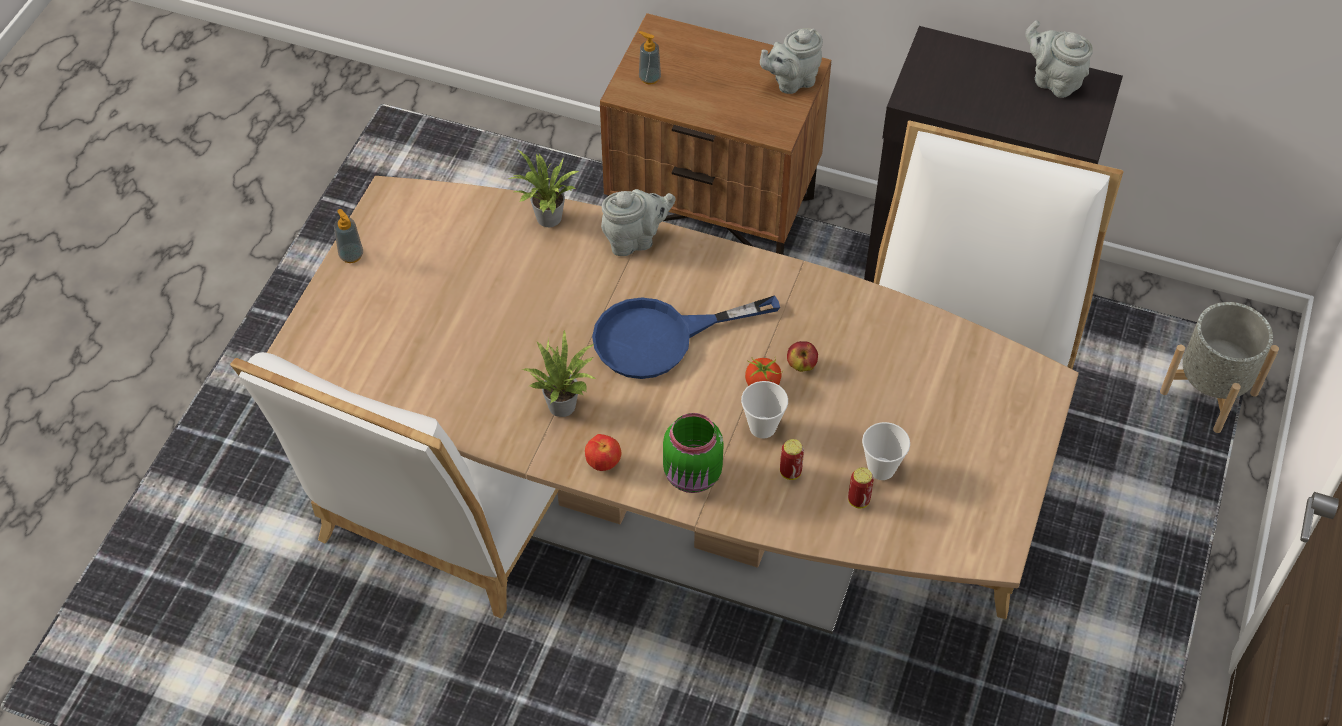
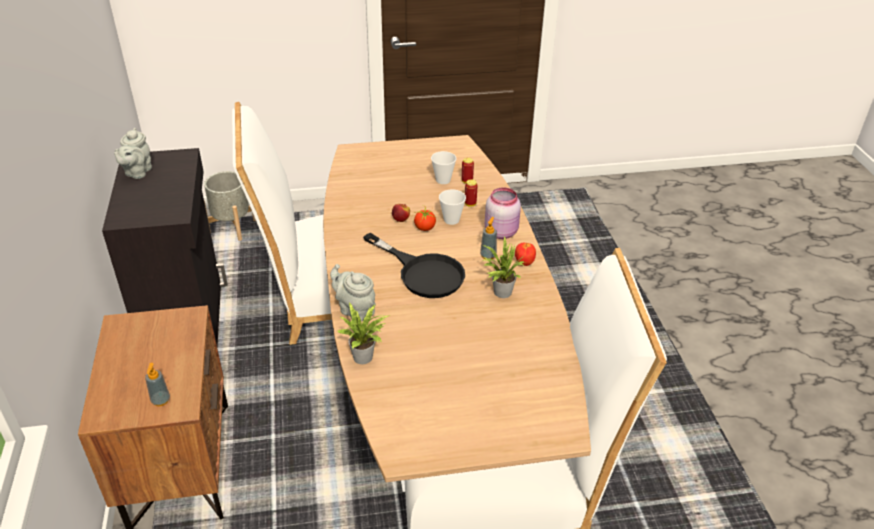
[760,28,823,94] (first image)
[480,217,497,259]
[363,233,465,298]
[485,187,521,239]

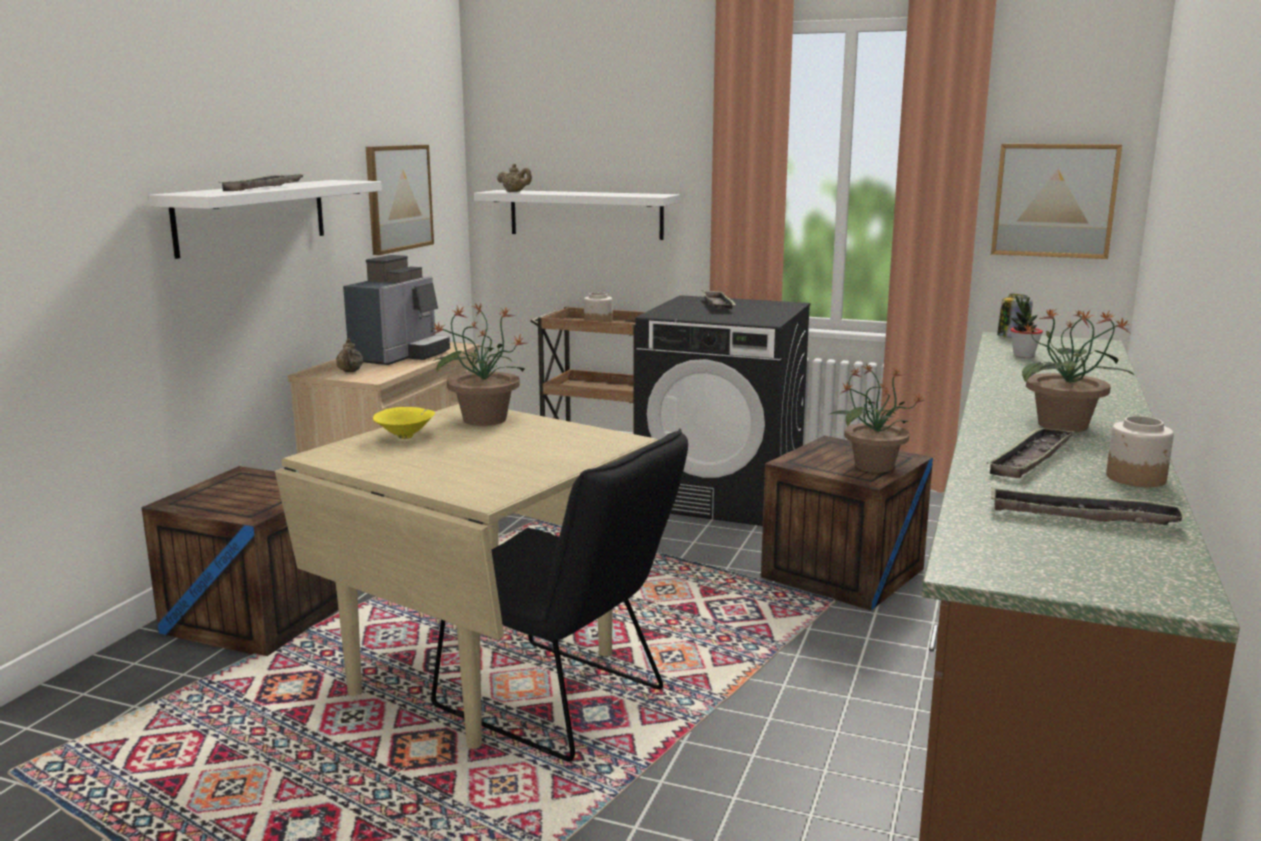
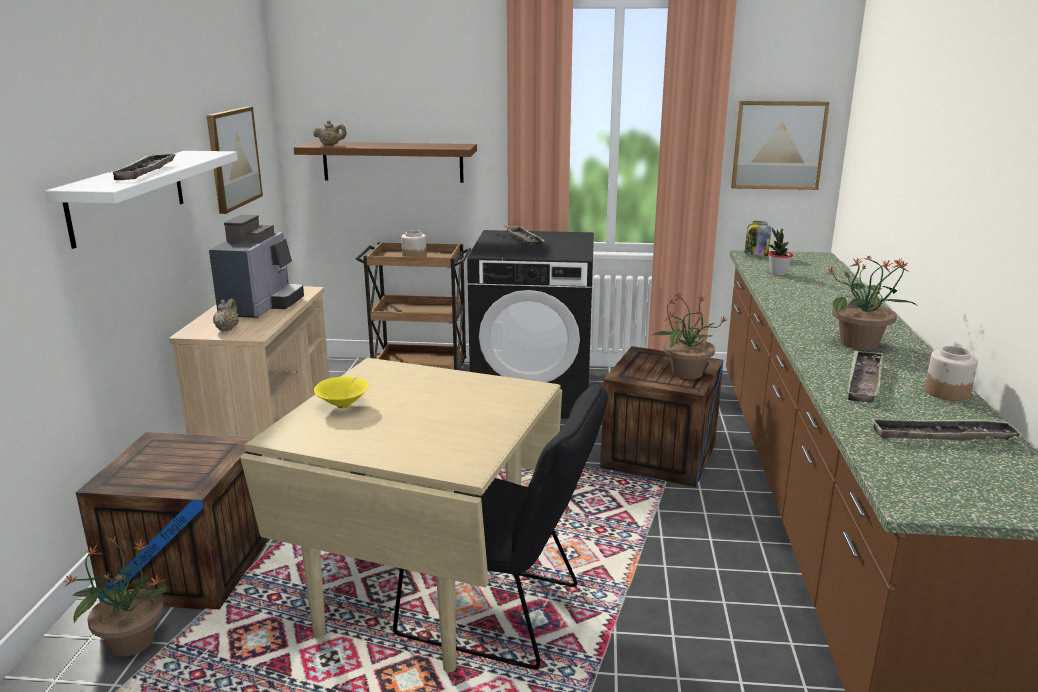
[294,142,477,183]
[64,536,168,656]
[213,298,239,332]

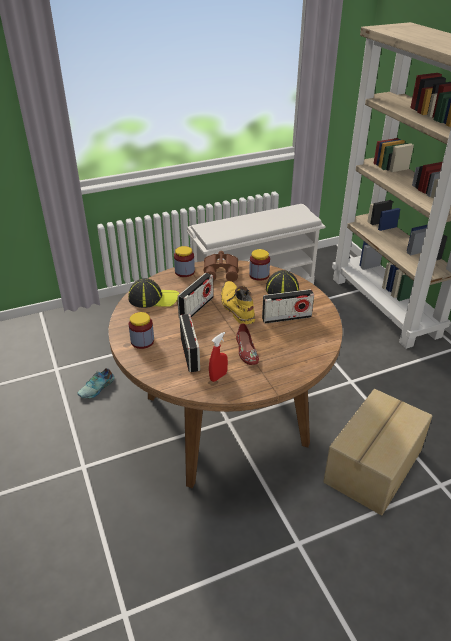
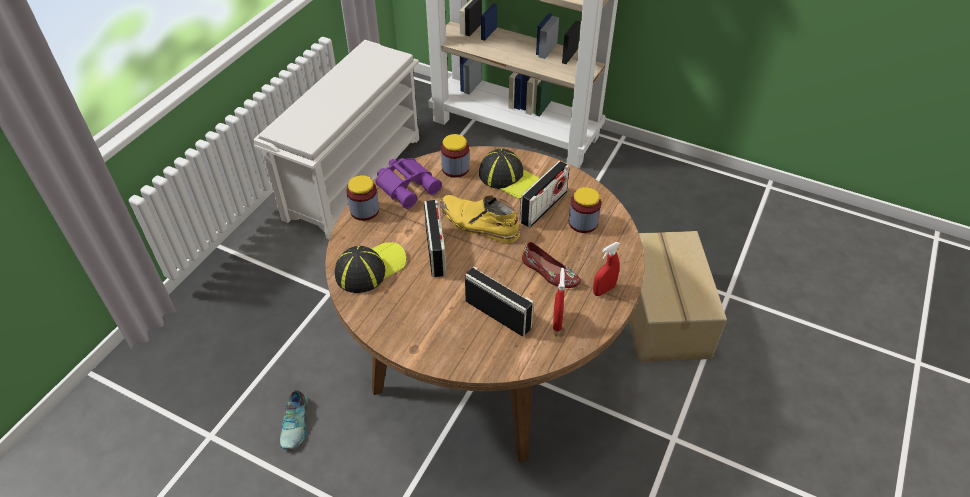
[375,158,442,209]
[569,187,601,233]
[593,242,620,296]

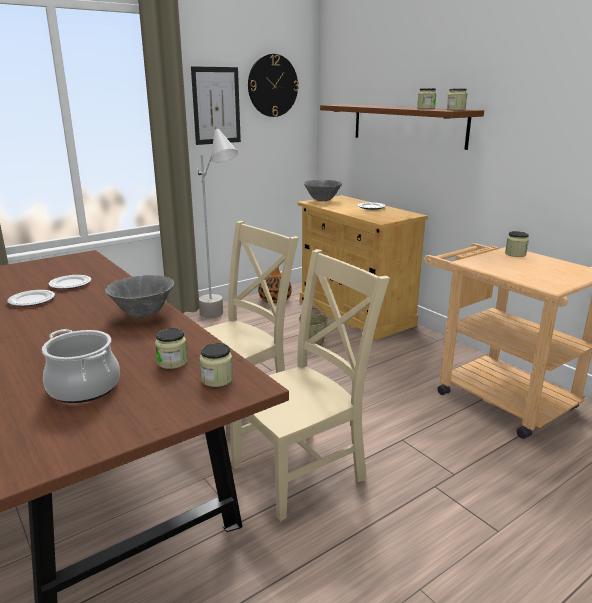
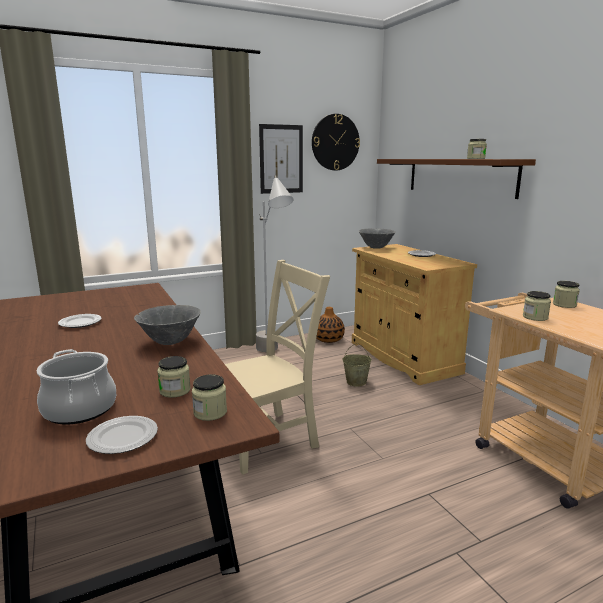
[523,291,551,321]
[230,249,390,521] (first image)
[86,416,158,454]

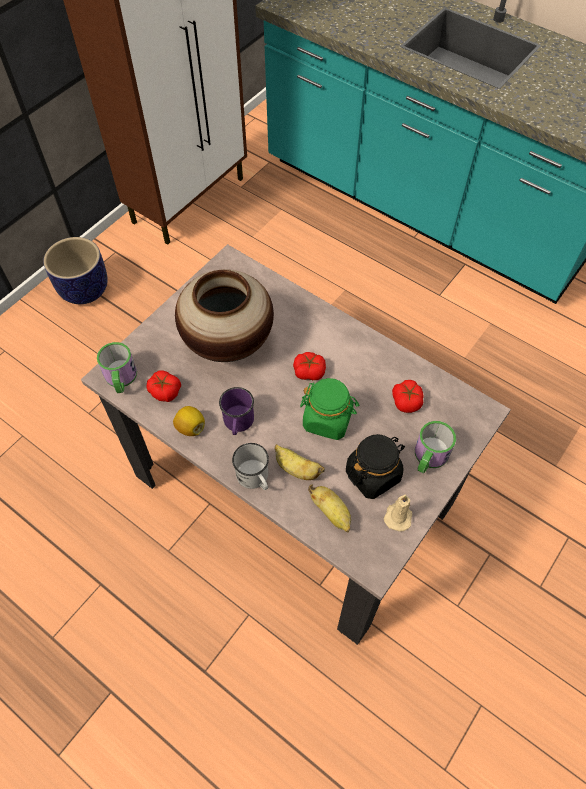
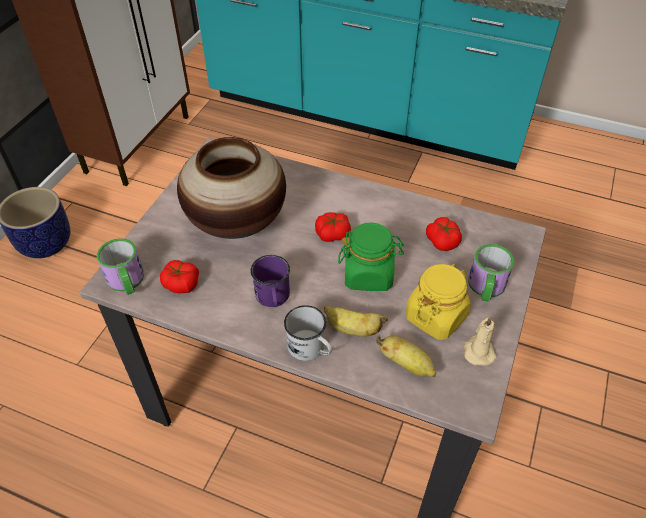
[173,406,205,436] (first image)
[406,264,471,340]

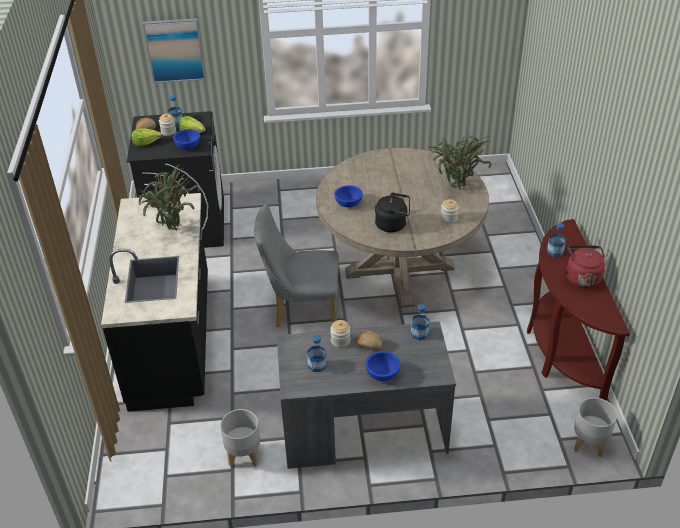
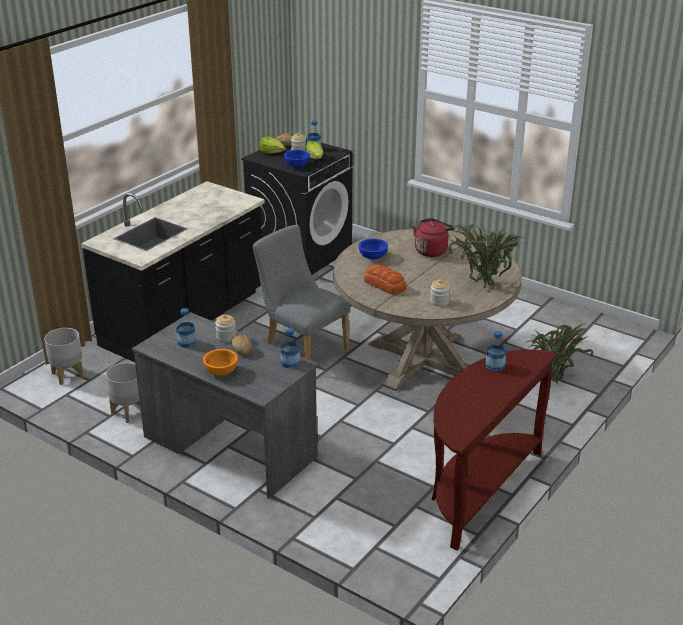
[143,18,206,83] (first image)
[527,324,593,384]
[364,264,406,295]
[413,218,455,257]
[203,349,238,376]
[44,328,84,385]

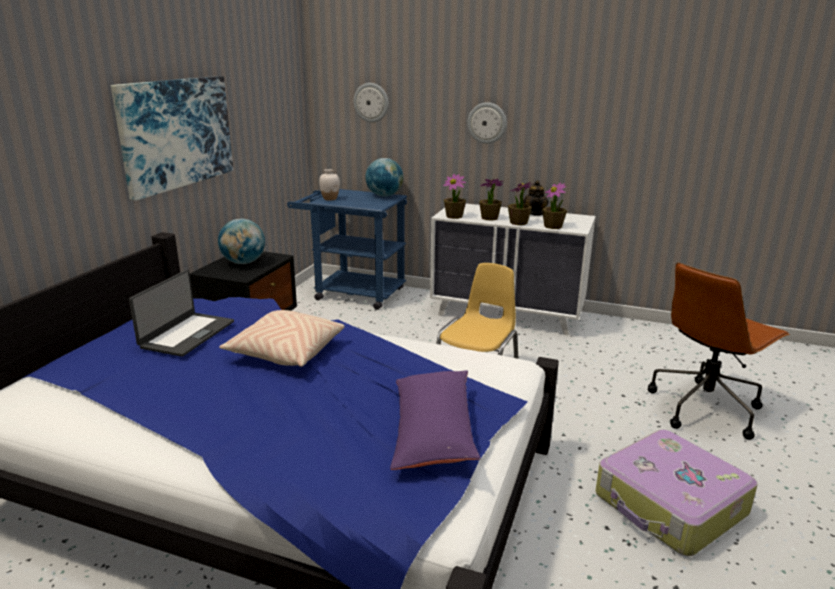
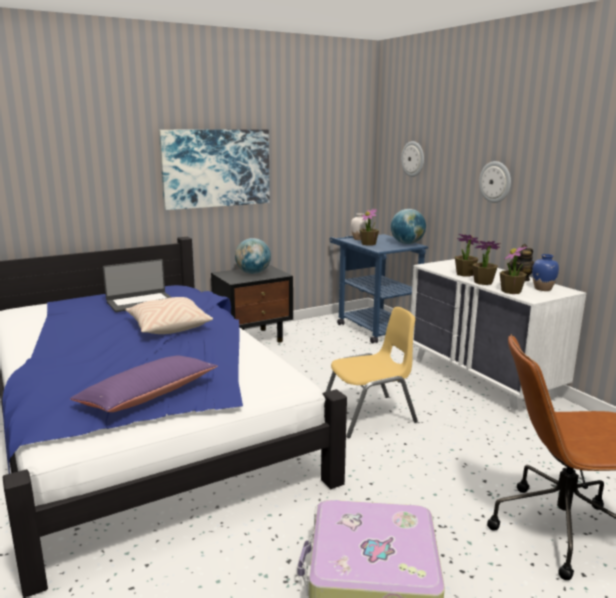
[360,208,379,246]
[532,254,559,291]

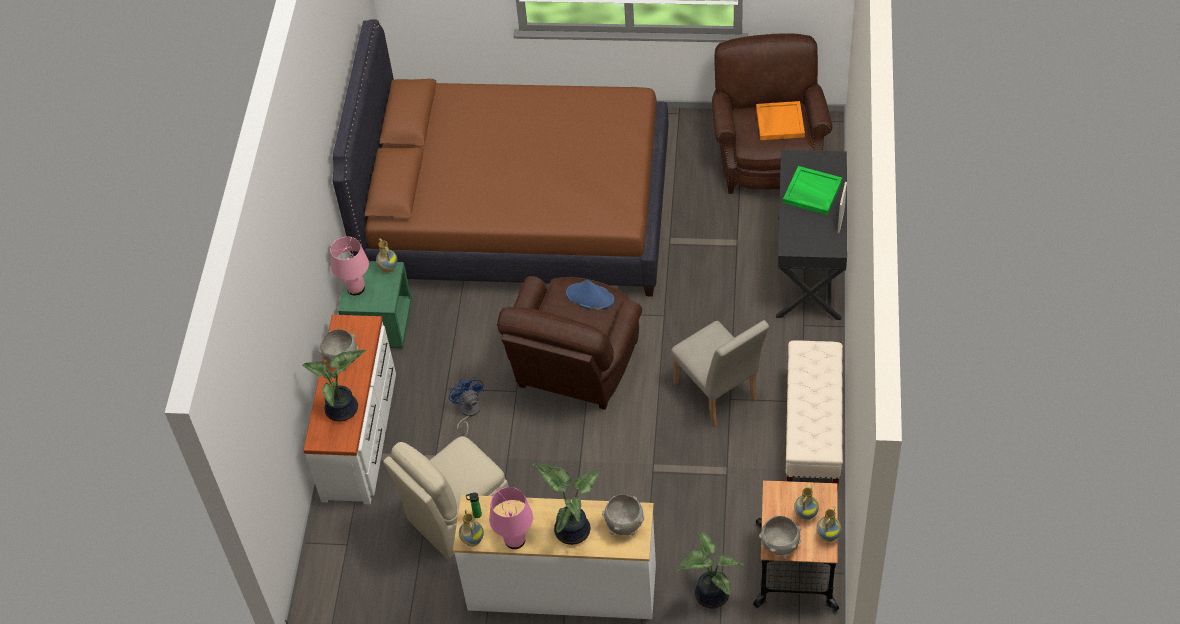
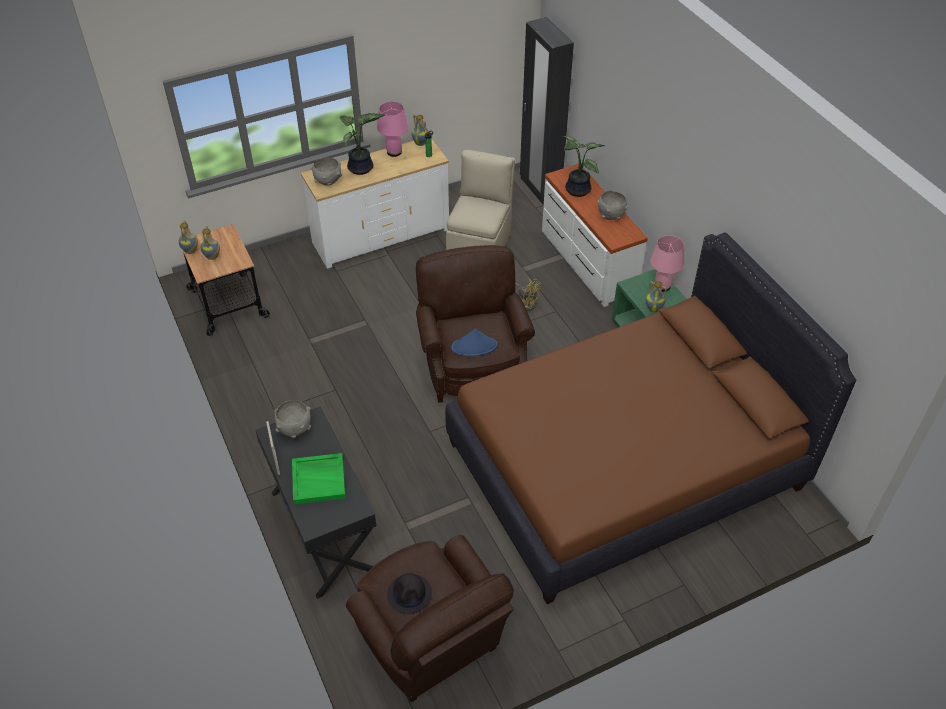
[387,573,432,614]
[671,320,769,427] (first image)
[785,340,843,484] (first image)
[515,279,541,311]
[274,400,311,438]
[677,531,744,608] (first image)
[520,17,574,206]

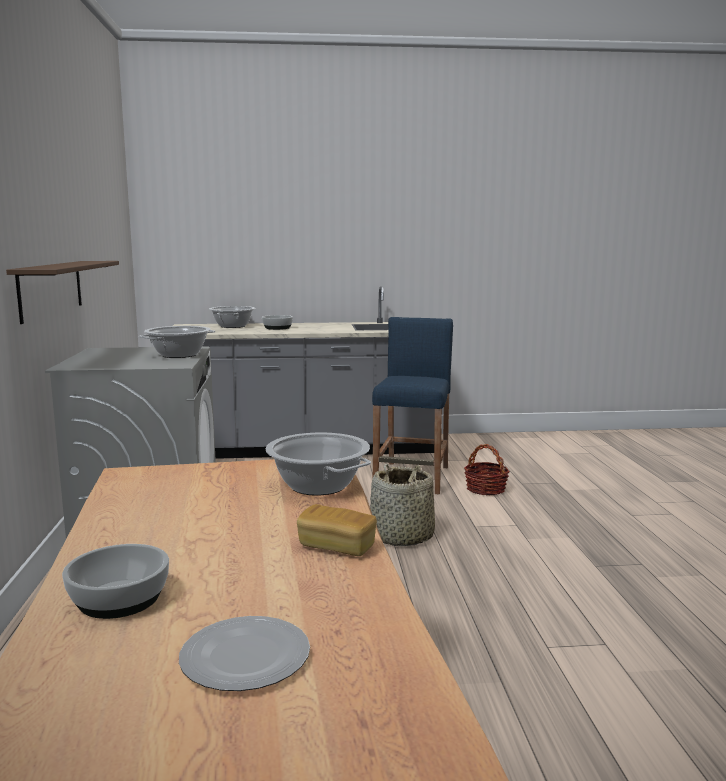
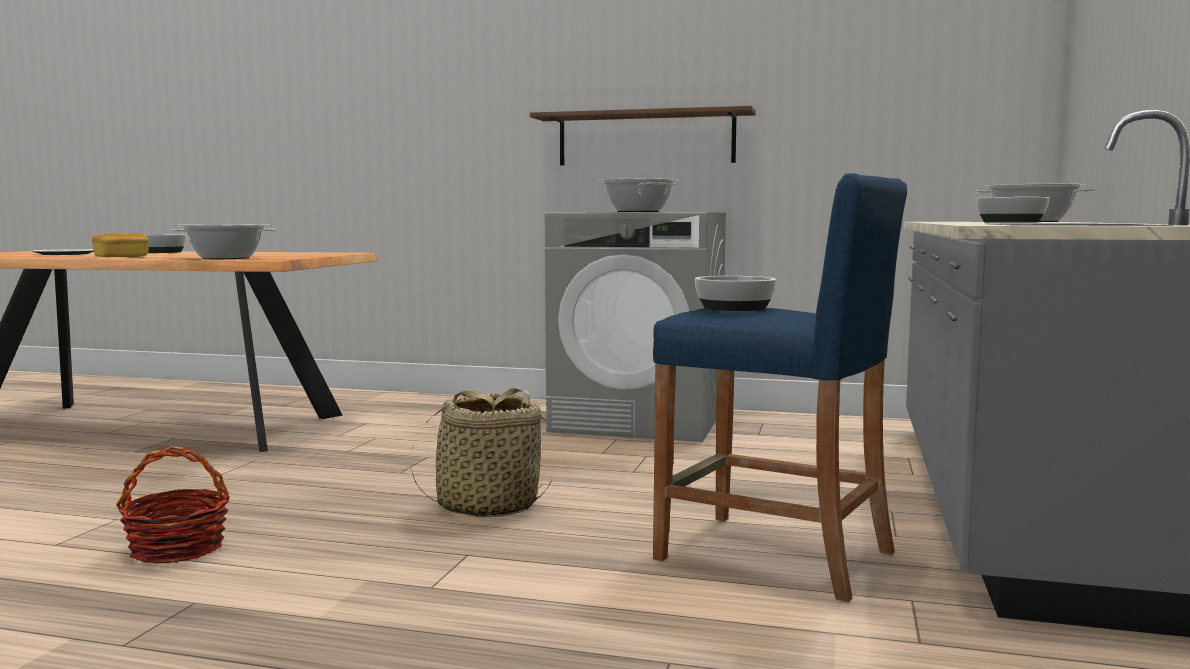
[116,446,230,564]
[695,276,776,311]

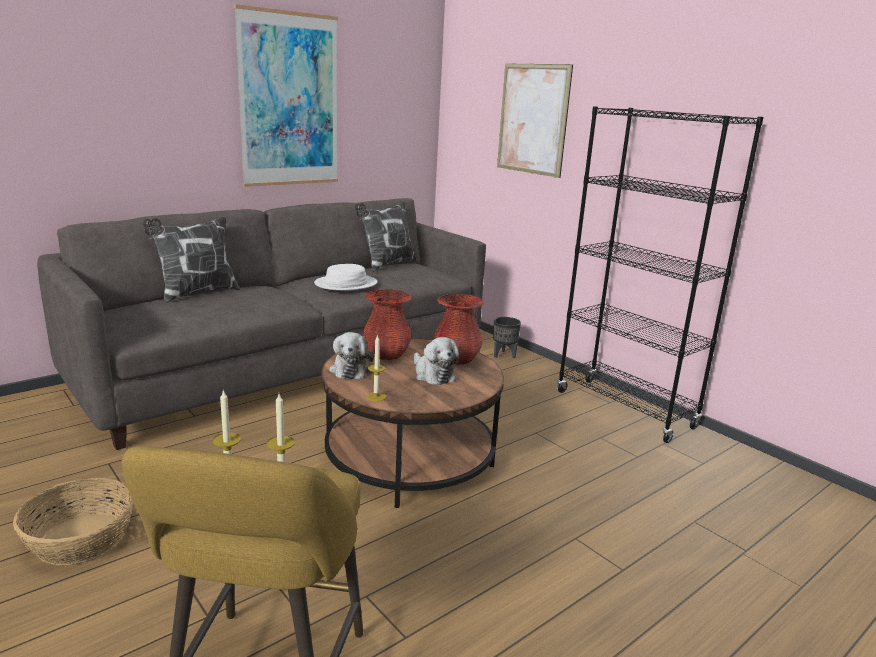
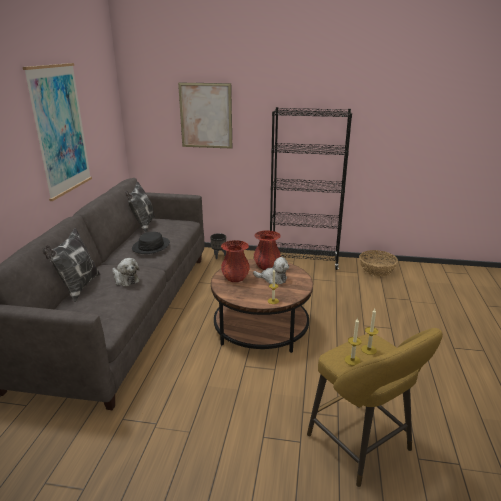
[132,232,170,254]
[113,258,140,286]
[359,250,398,277]

